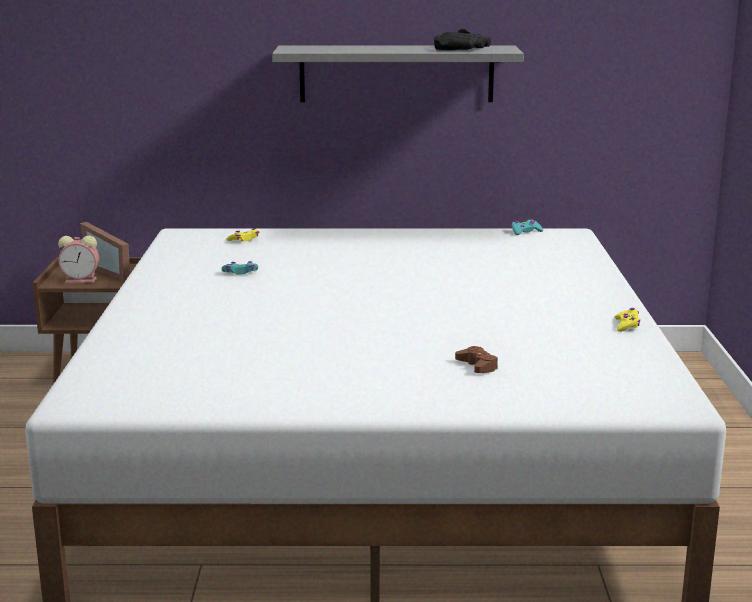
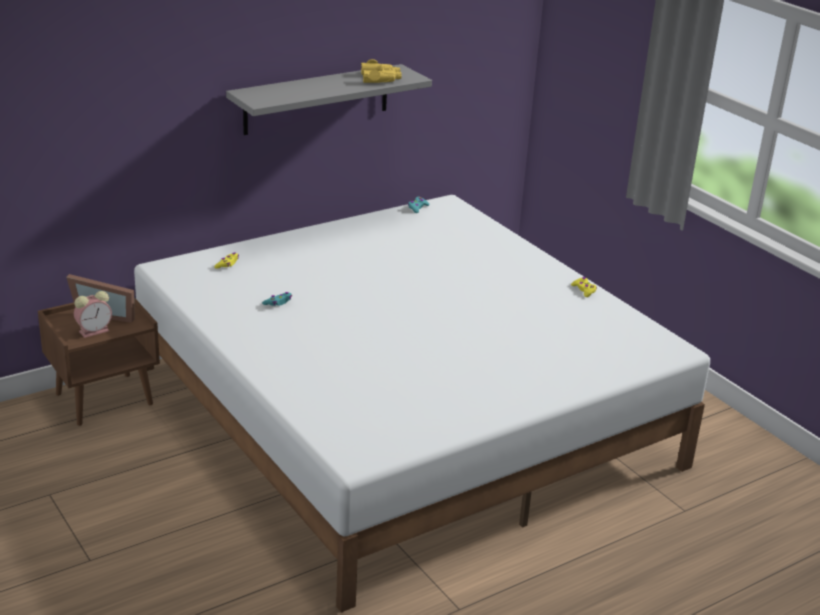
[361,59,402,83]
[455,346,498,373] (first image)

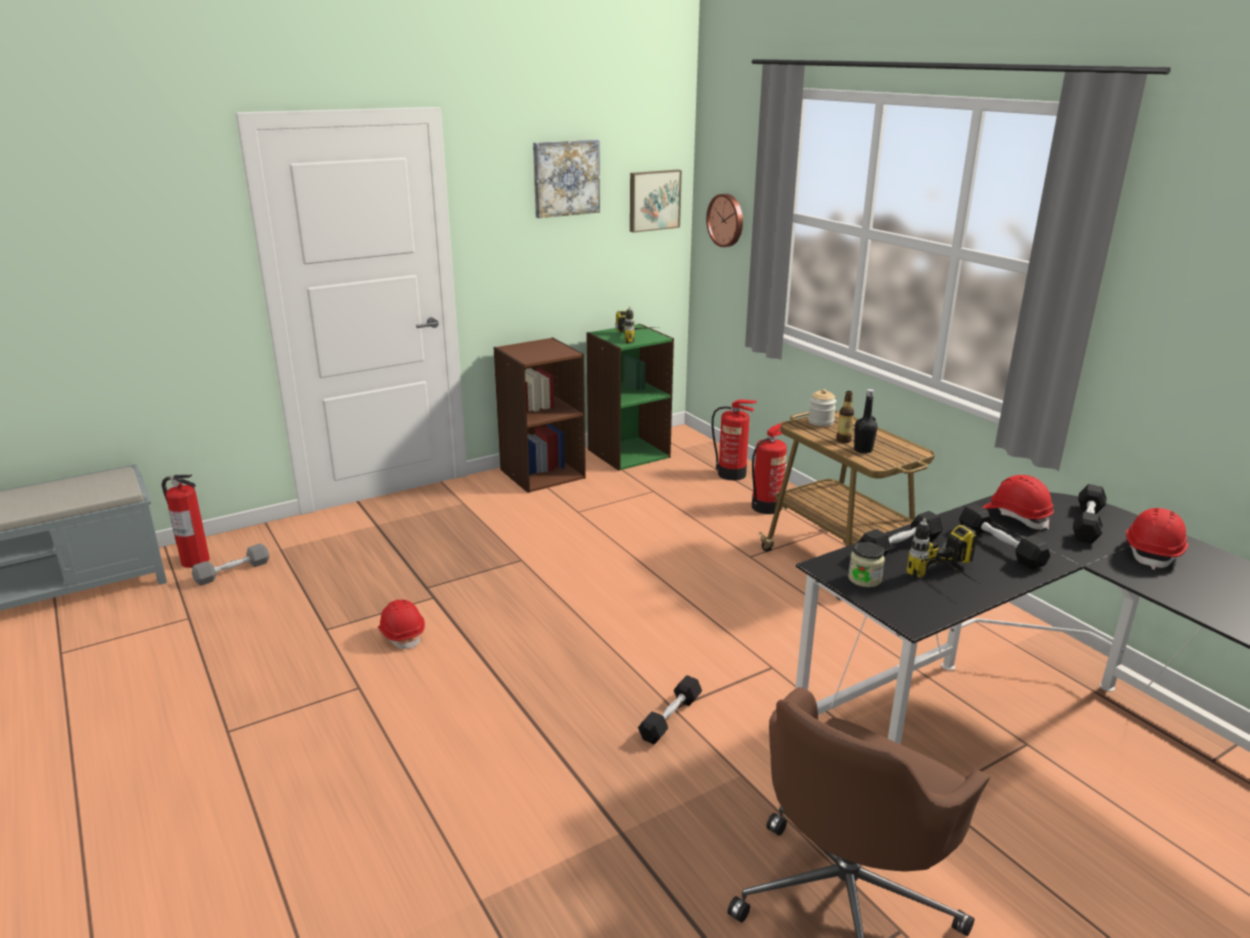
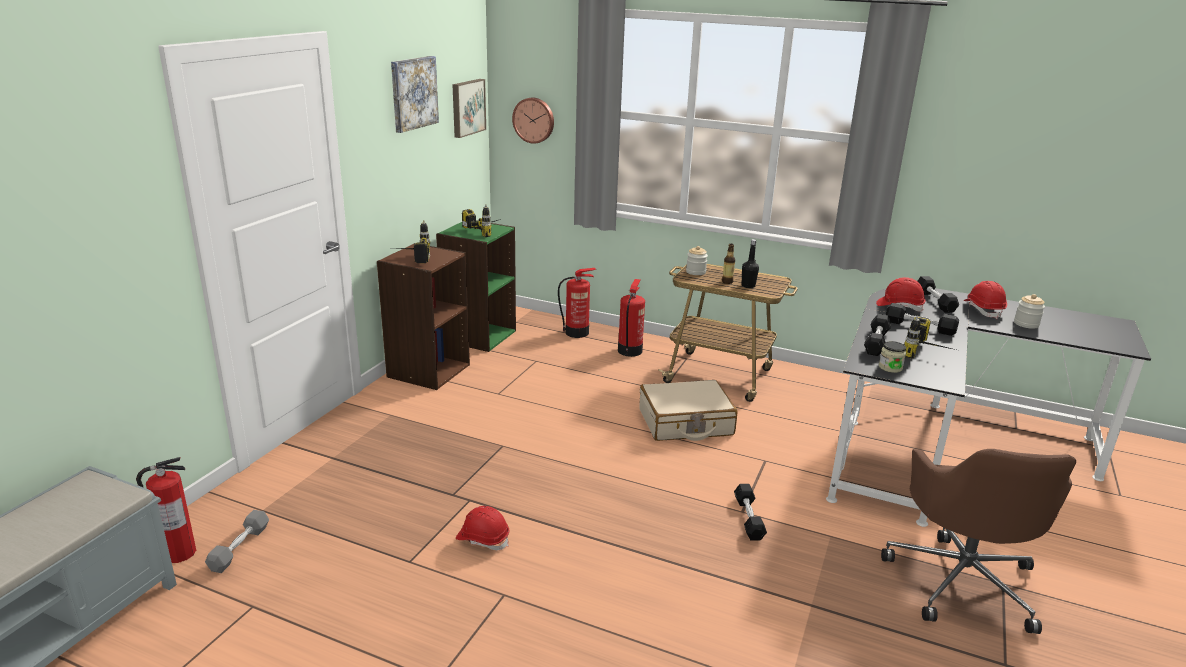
[393,220,430,263]
[1014,294,1045,329]
[639,380,738,441]

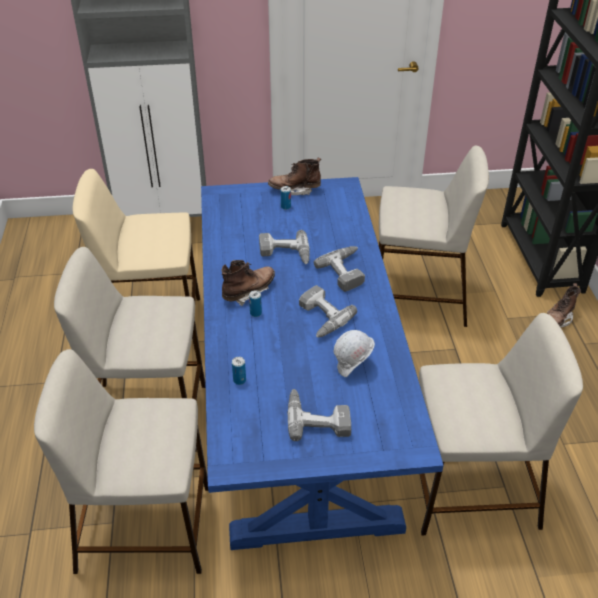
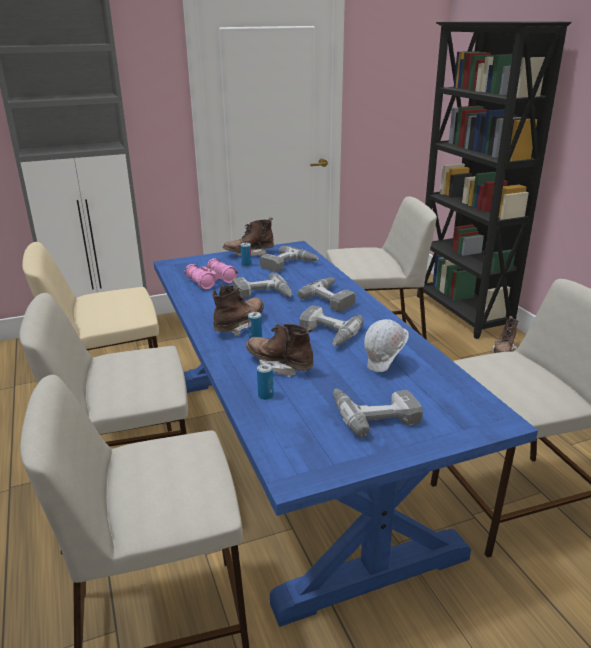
[260,246,319,272]
[185,258,238,290]
[246,324,313,377]

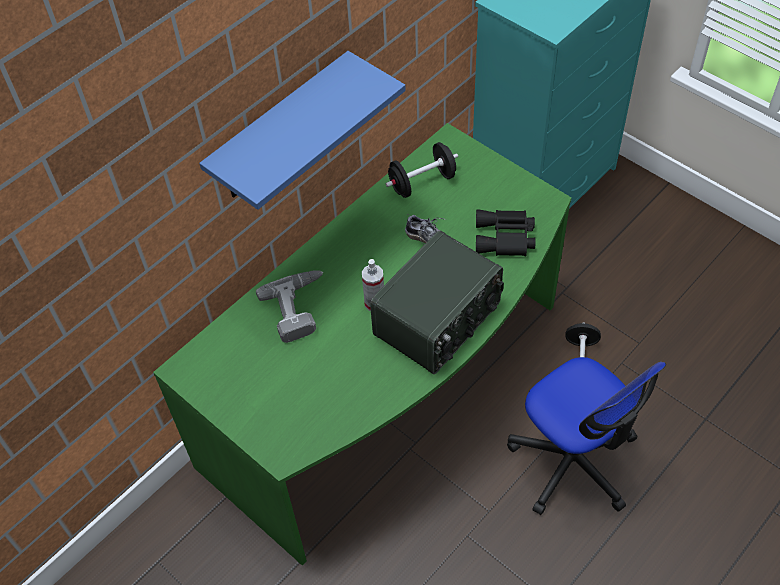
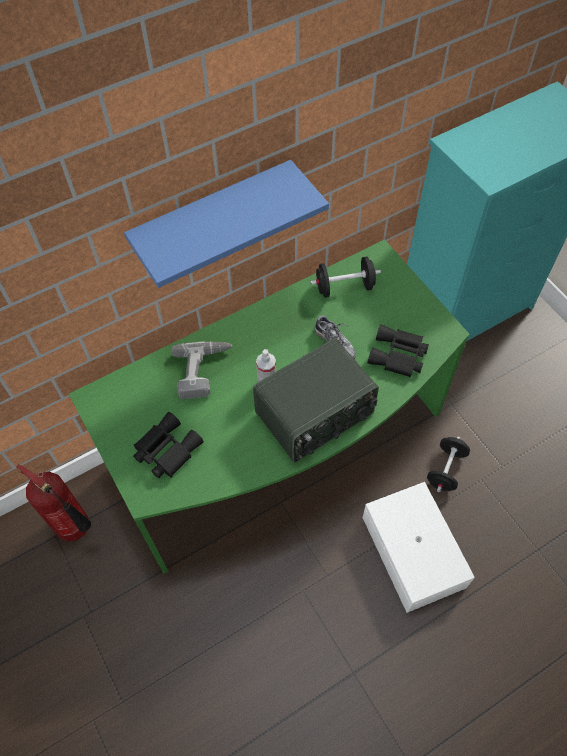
[363,482,475,613]
[133,412,204,478]
[16,464,91,542]

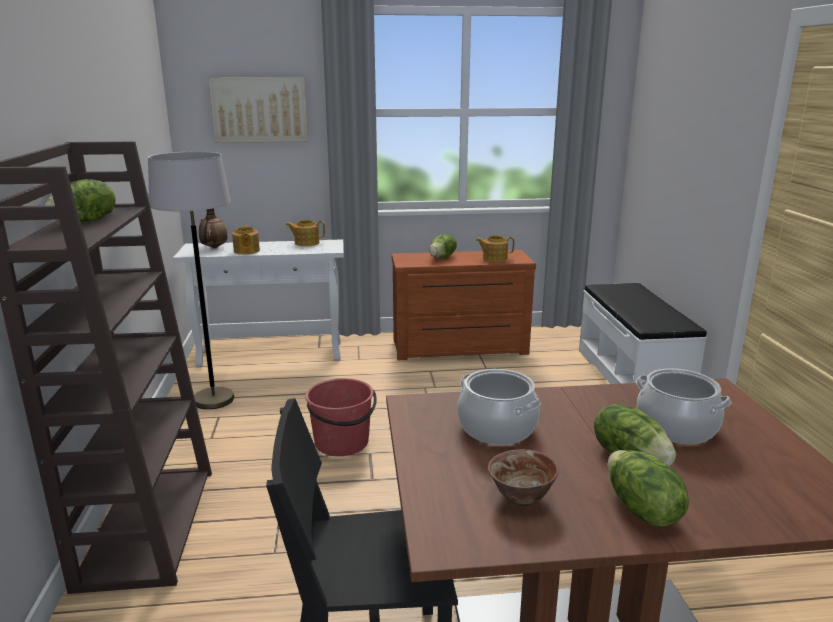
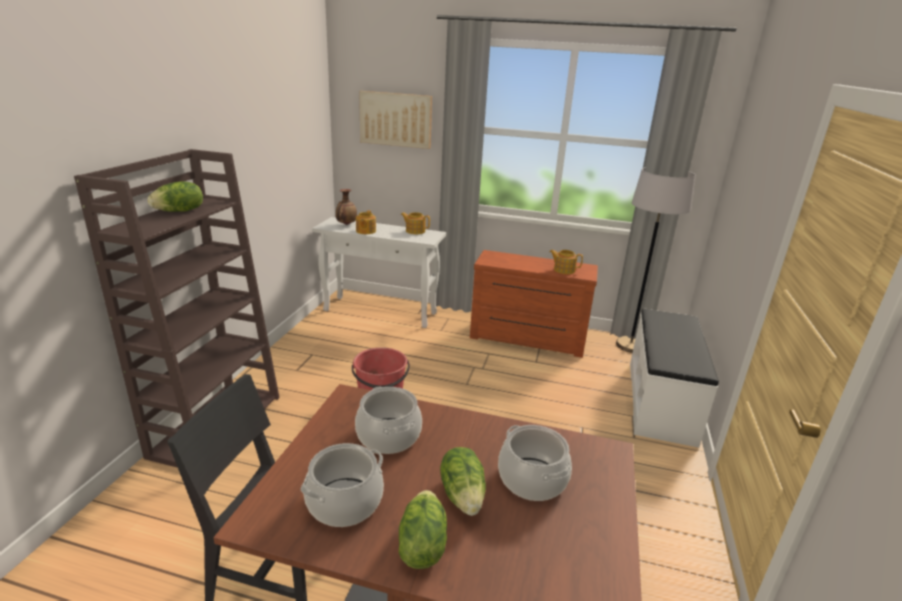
[616,167,696,353]
[430,235,457,258] (first image)
[301,443,384,527]

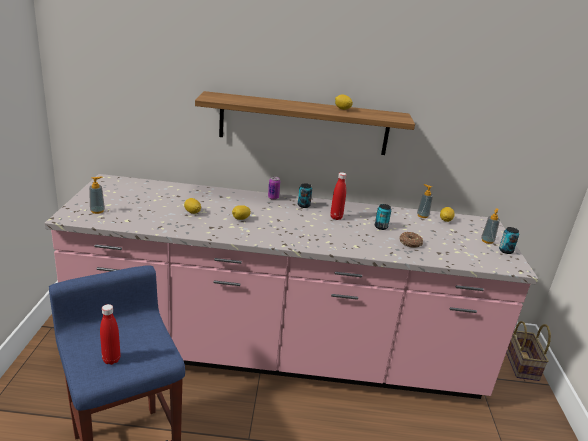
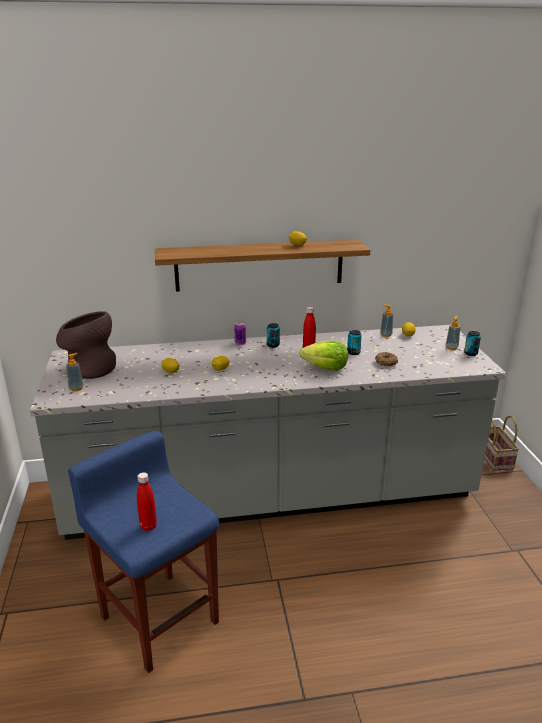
[30,325,506,540]
[56,311,116,379]
[299,341,348,371]

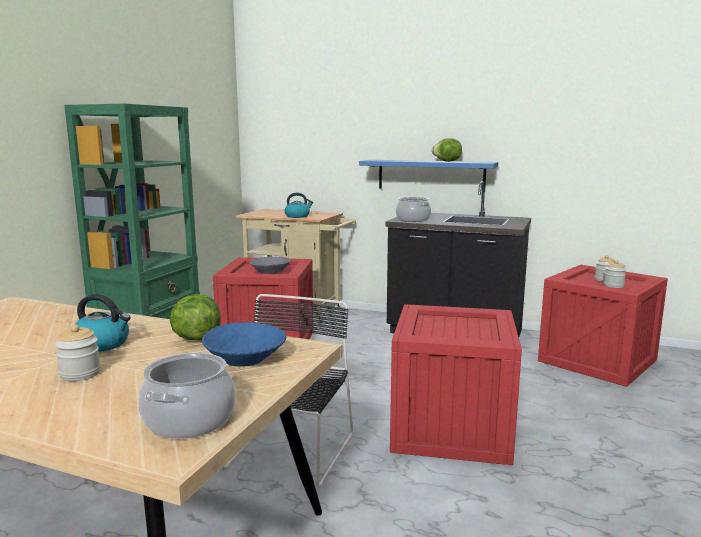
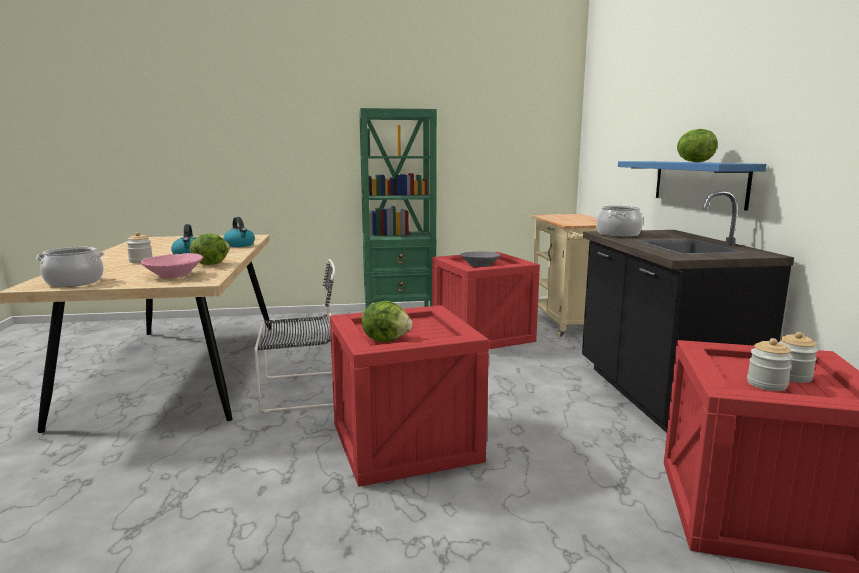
[223,217,255,247]
[141,253,203,278]
[361,301,413,342]

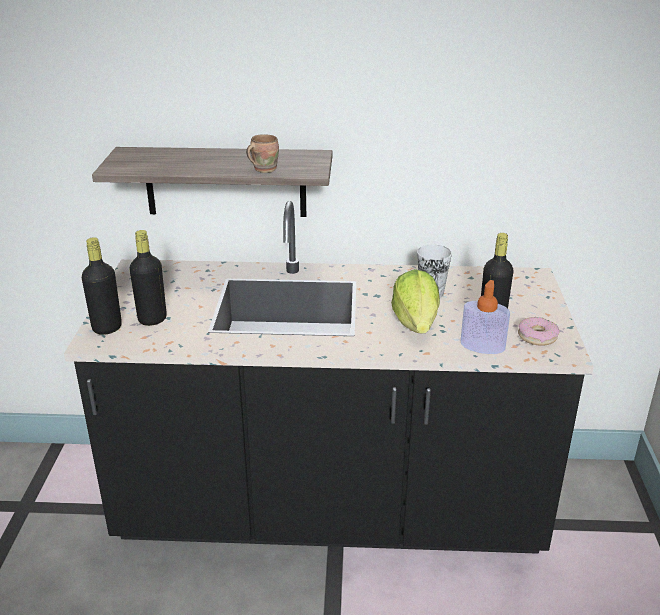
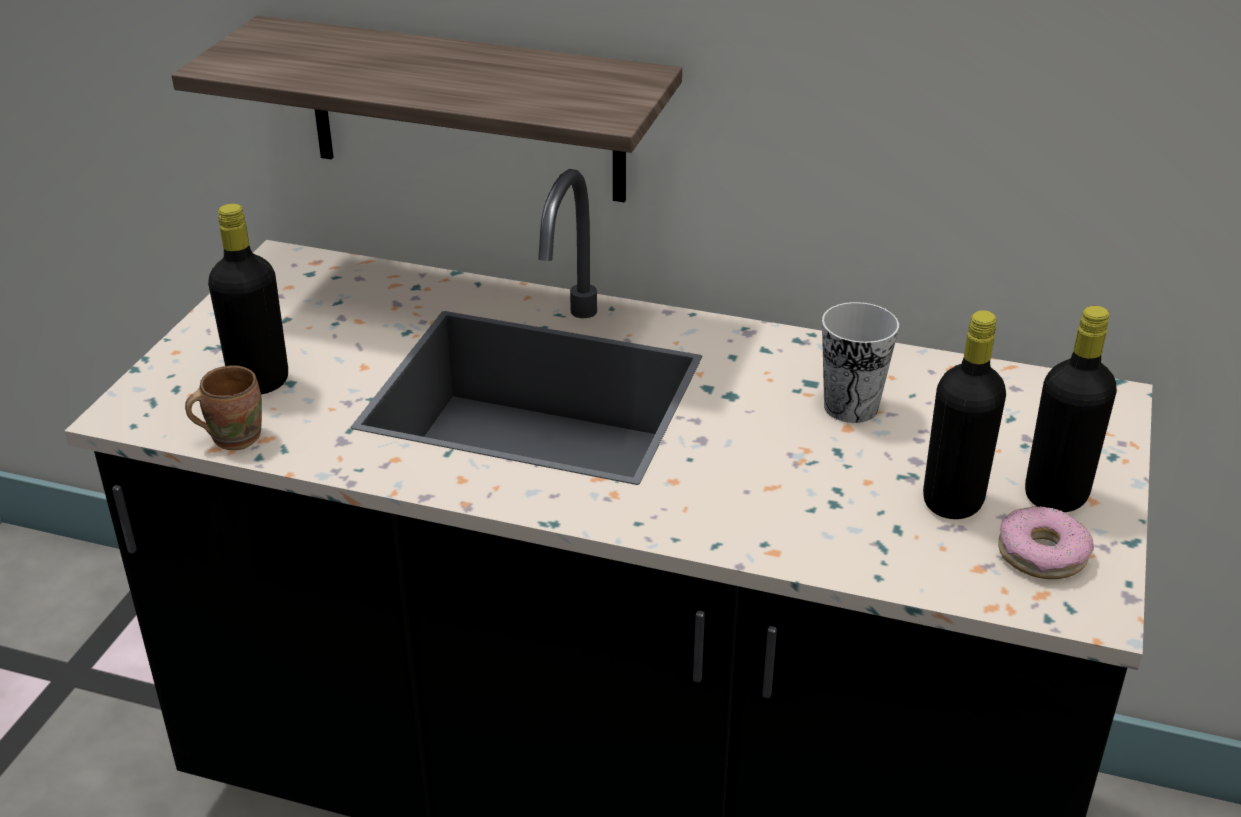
[185,365,262,450]
[1025,306,1117,512]
[391,269,440,333] (first image)
[460,280,510,354] (first image)

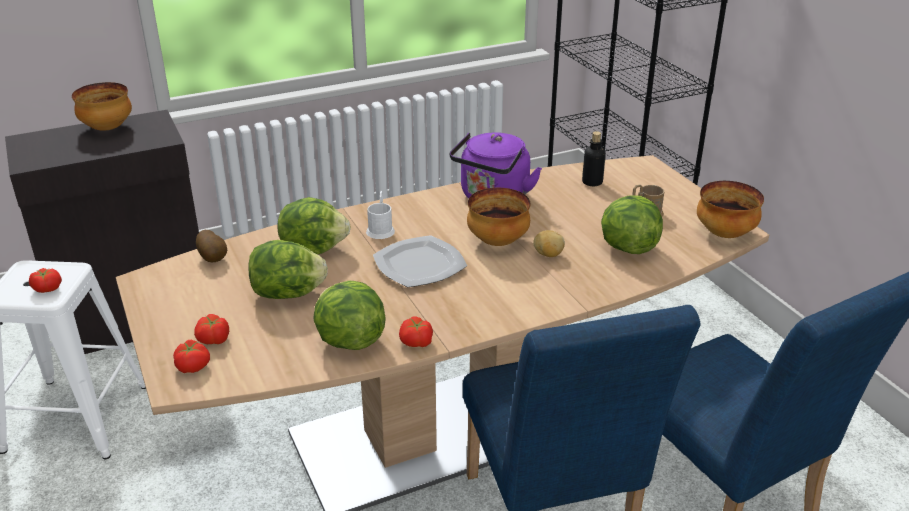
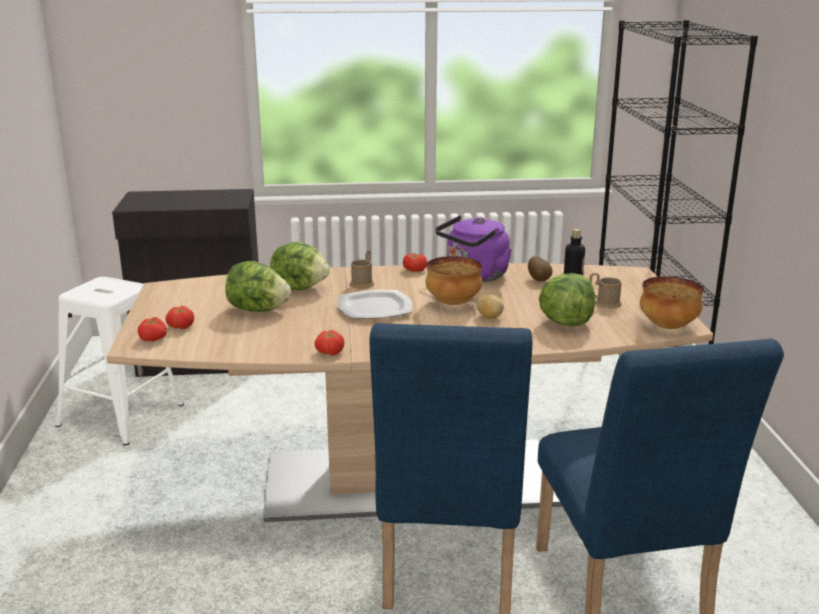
[72,82,132,131] (first image)
[350,250,374,289]
[528,256,552,281]
[403,253,428,272]
[313,281,386,350] (first image)

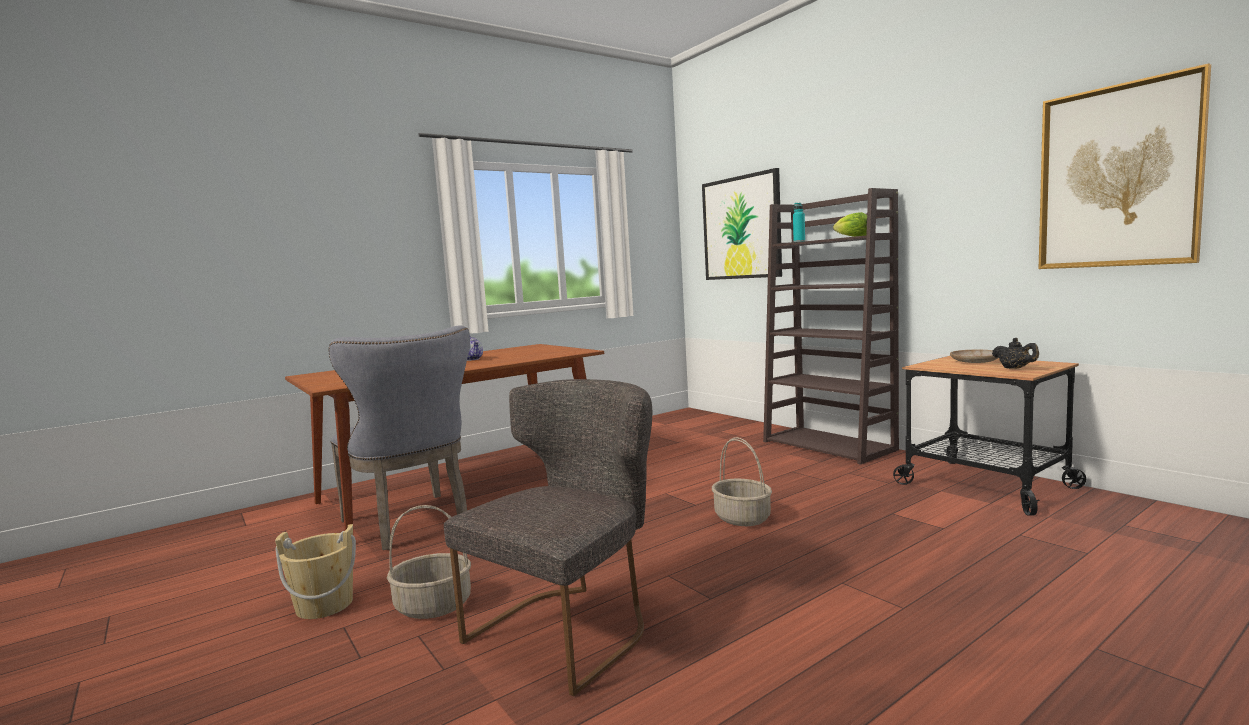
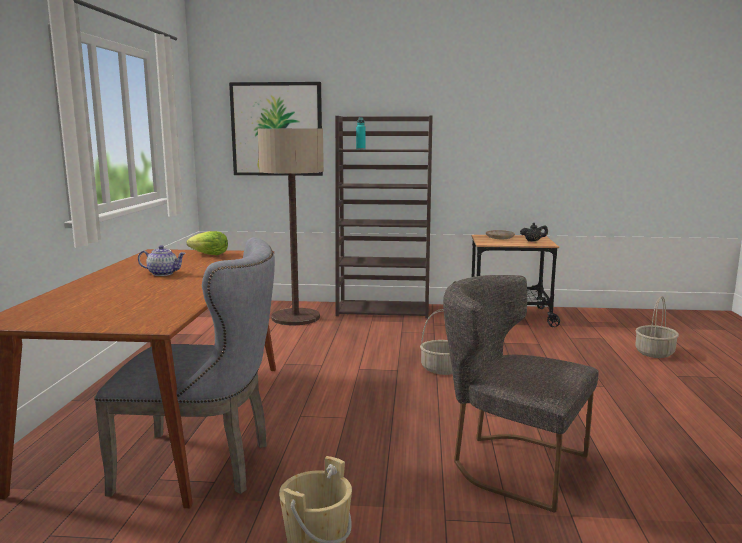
[1039,63,1211,269] (first image)
[187,231,228,255]
[443,275,599,513]
[636,296,679,358]
[258,128,324,325]

